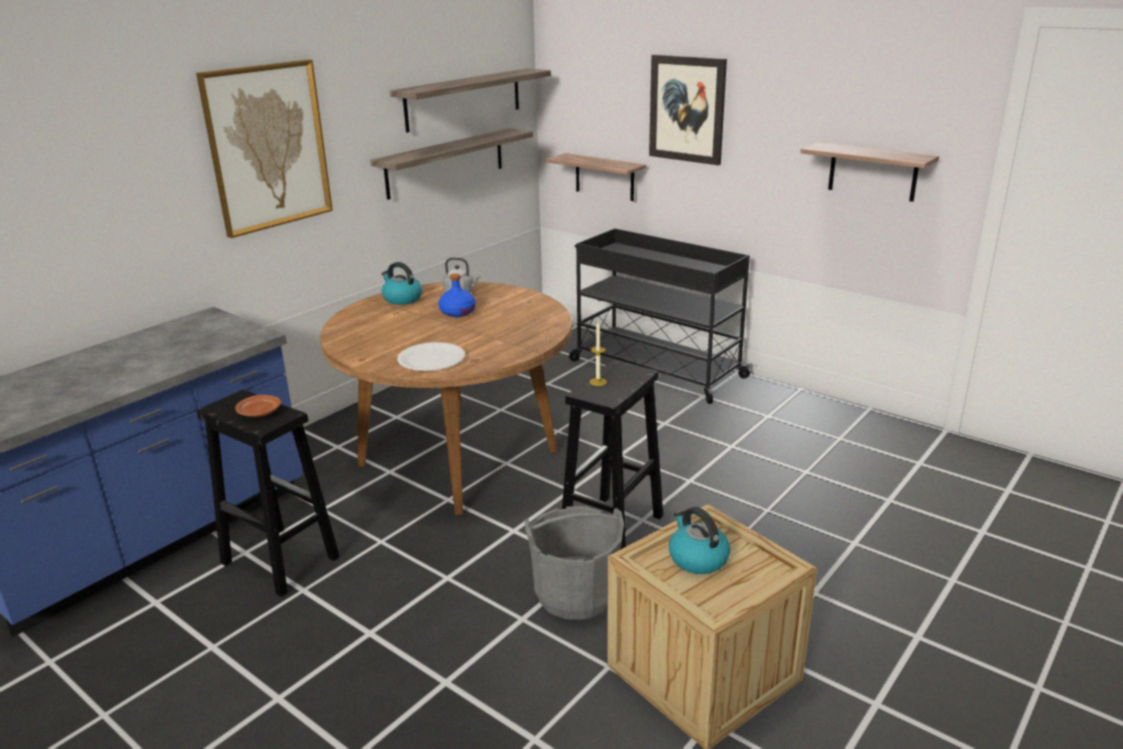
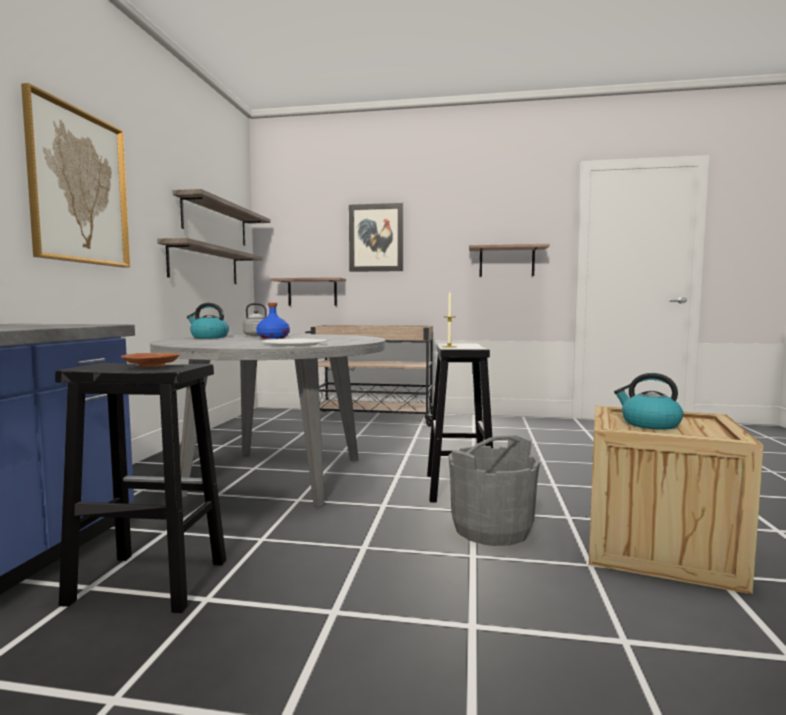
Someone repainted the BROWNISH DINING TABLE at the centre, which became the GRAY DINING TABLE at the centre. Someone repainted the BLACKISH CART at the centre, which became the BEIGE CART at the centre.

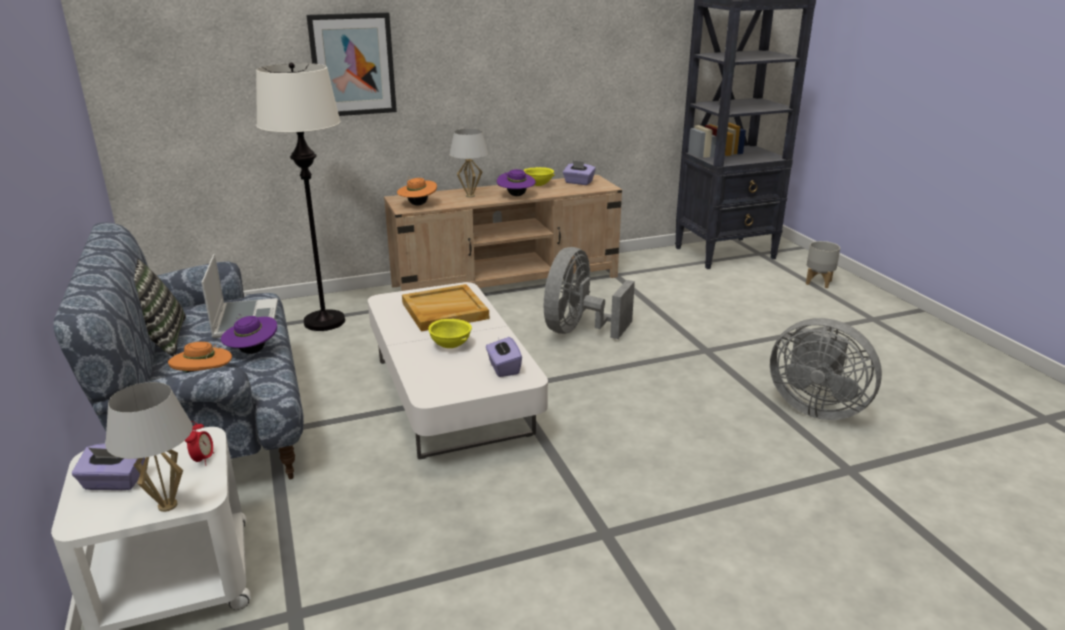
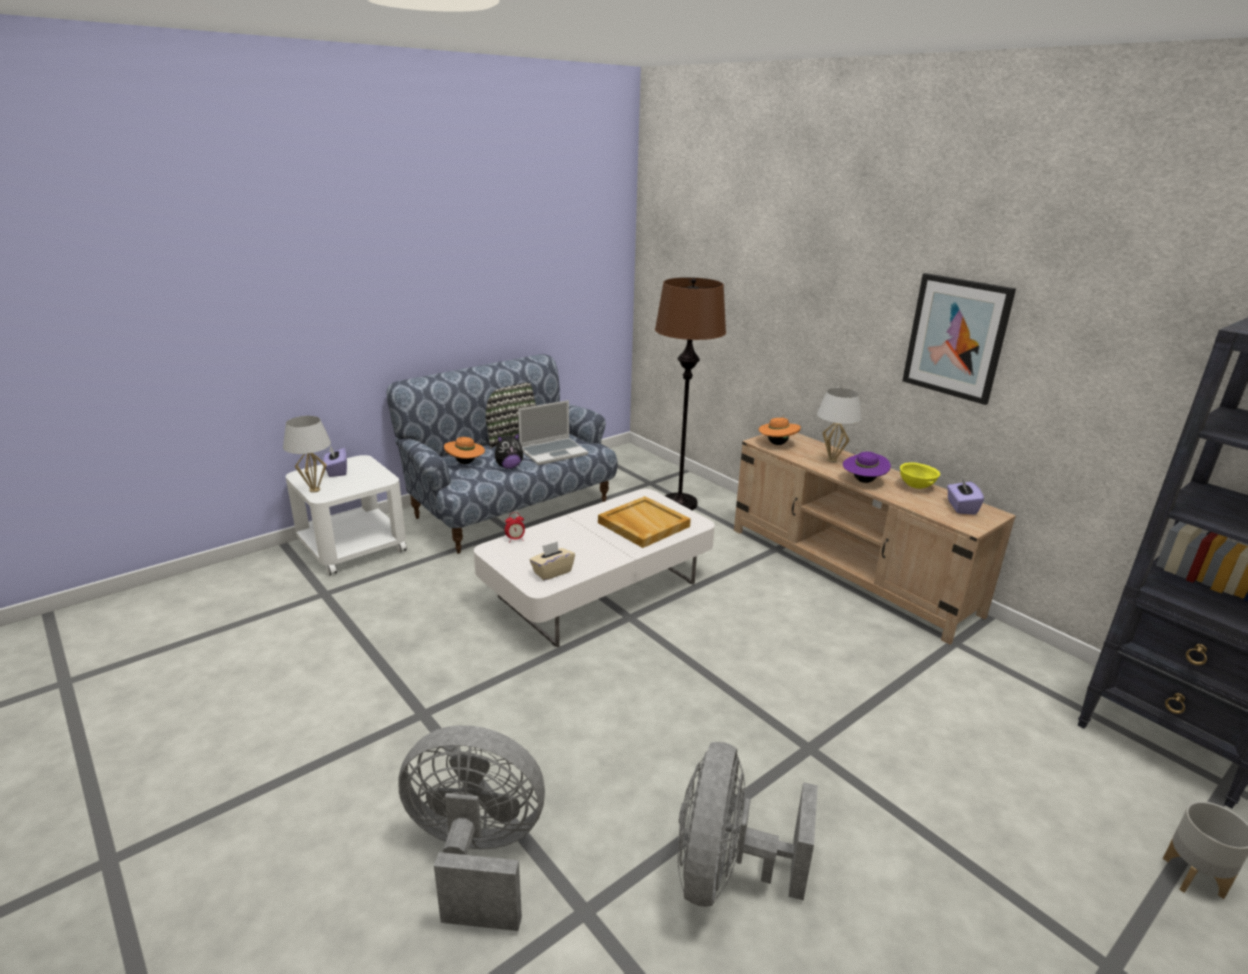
Someone carried the BEDSIDE CLOCK from the bottom left to the centre. Someone swapped the PURPLISH WEARABLE HAT (1st from left) at the middle left for the CUDDLY TOY at the centre. Someone repainted the WHITE FLOOR LAMP at the top left, which became the BROWNISH FLOOR LAMP at the centre. Someone carried the WALL PICTURE from the top left to the middle right. Someone took away the YELLOW DEEP DISH (1st from left) at the centre. Someone repainted the PURPLISH BOX OF TISSUES (2nd from left) at the centre, which became the BEIGE BOX OF TISSUES at the centre. Someone carried the GRAY ELECTRIC FAN (1st from left) from the centre to the bottom centre.

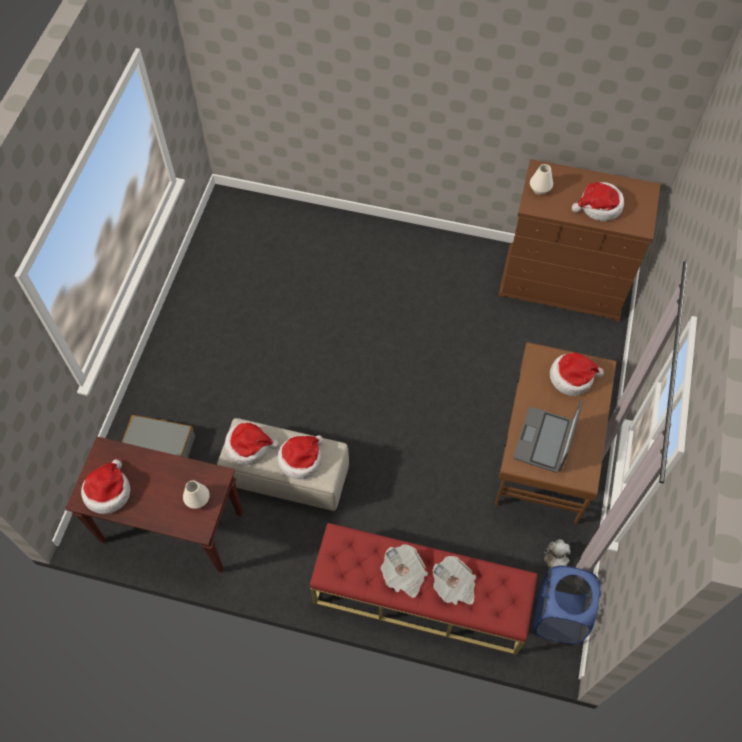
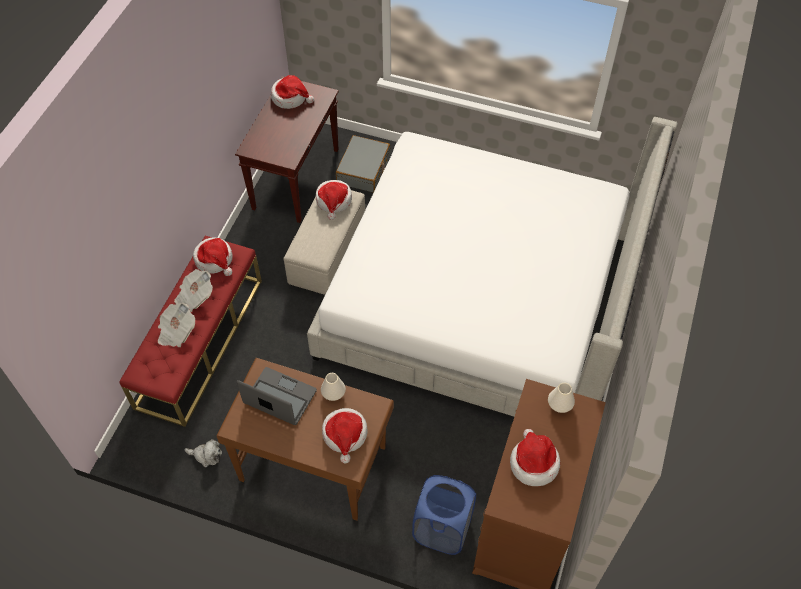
Someone carried the WHITE FLOWER VASE (1st from left) from the middle left to the centre. Someone carried the WEARABLE HAT (3rd from left in the first image) from the centre to the middle left. Someone carried the BLUE HAMPER from the bottom right to the bottom centre. Someone put down the BEDROOM BED at the centre.

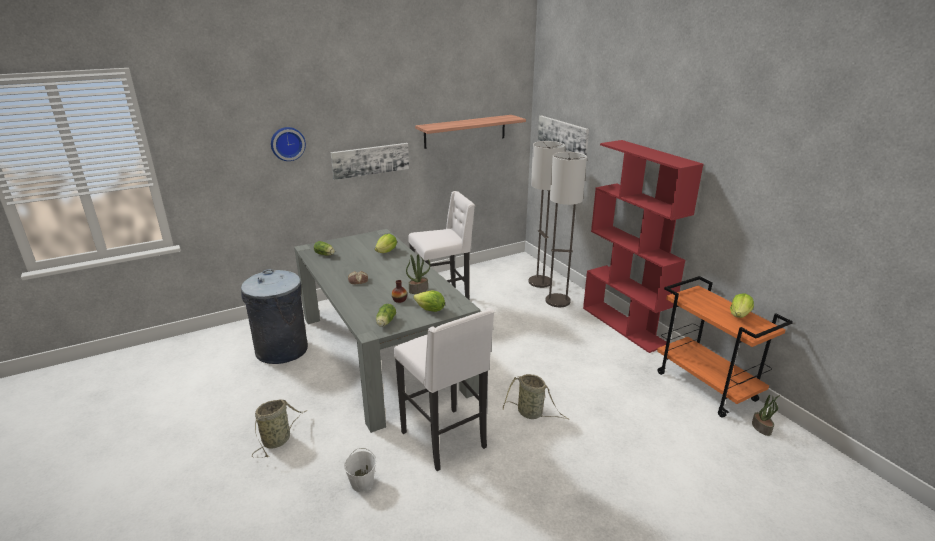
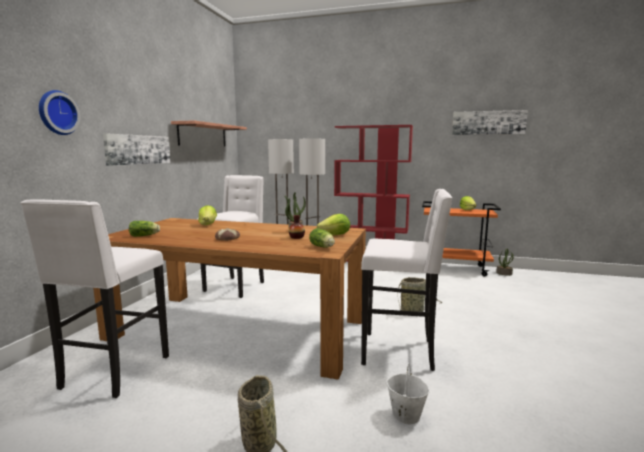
Someone swapped the GRAY WASTE BIN at the middle left for the WHITE STOOL (1st from left) at the middle left. Someone repainted the GRAY DINING TABLE at the centre, which became the BROWNISH DINING TABLE at the centre. Someone carried the WALL PICTURE (2nd from left) from the top centre to the top right.

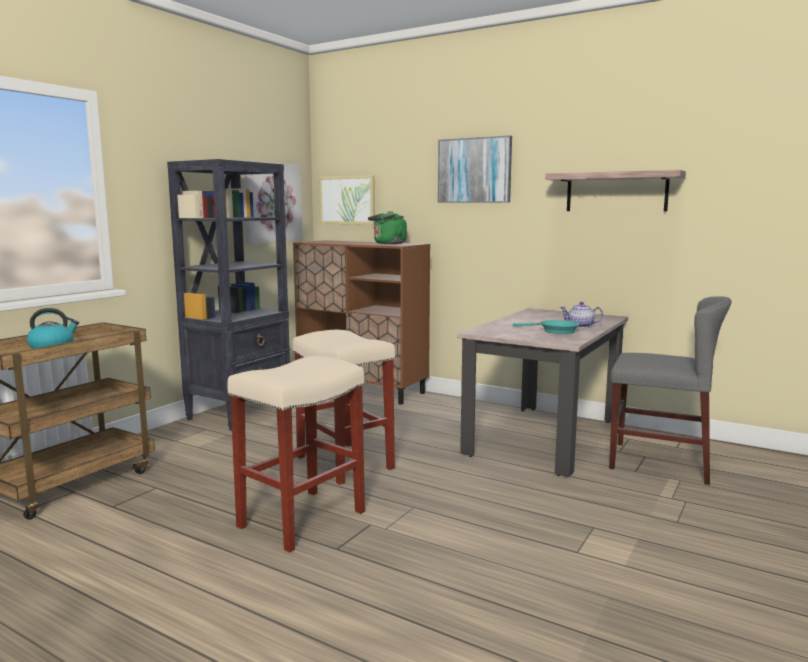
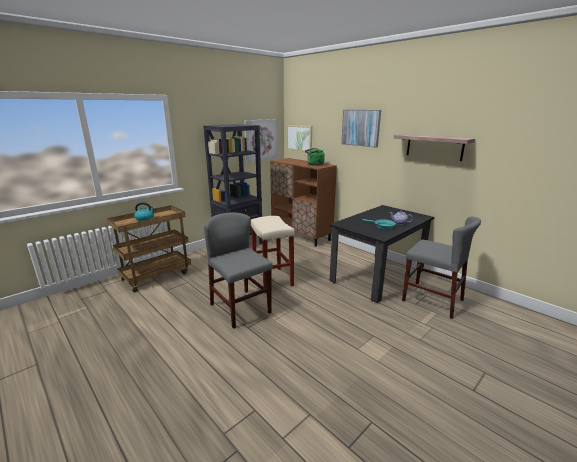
Someone swapped the BEIGE STOOL (1st from left) at the bottom centre for the GRAY UPRIGHT CHAIR (1st from left) at the centre. Someone repainted the BEIGE DINING TABLE at the middle right, which became the BLACKISH DINING TABLE at the centre.

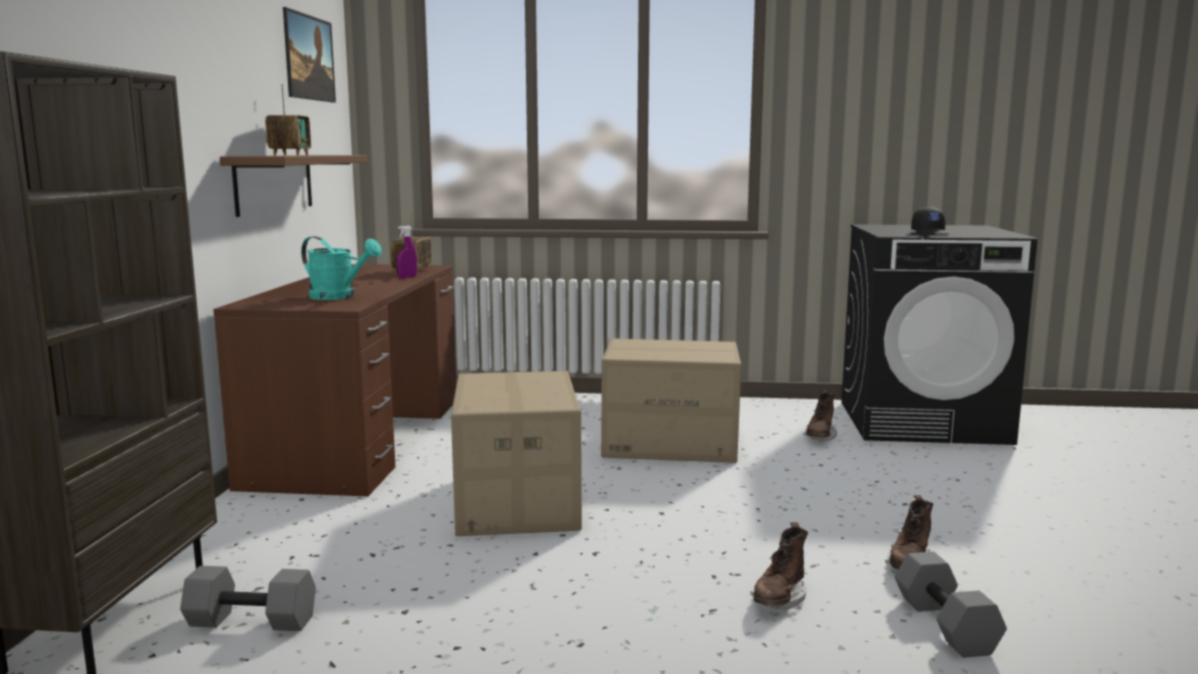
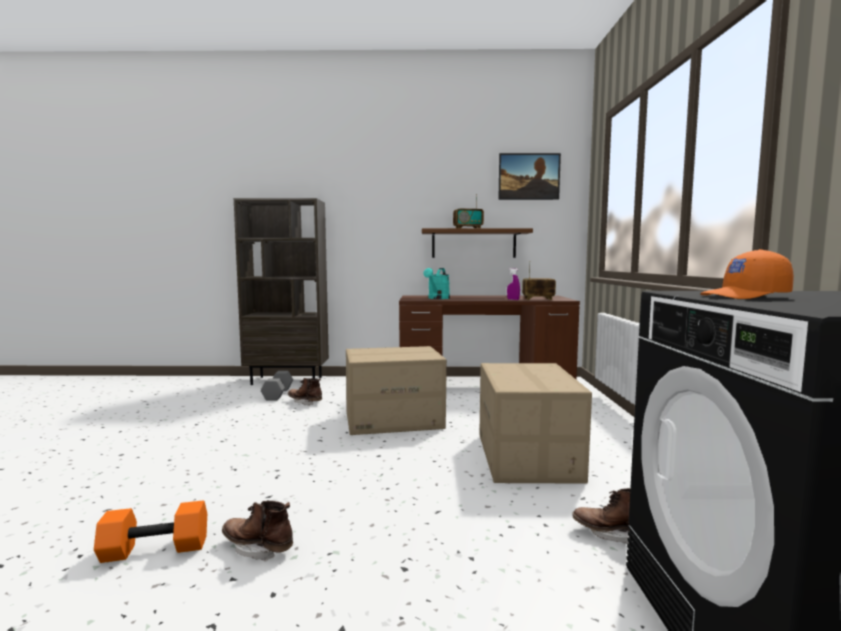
Someone carried the BROWNISH BOOT (1st from left in the first image) from the bottom centre to the centre. Someone repainted the GRAY HAND WEIGHT (2nd from left) at the bottom right, which became the ORANGE HAND WEIGHT at the bottom left. Someone repainted the BLACKISH PEAKED CAP at the top right, which became the ORANGE PEAKED CAP at the middle right.

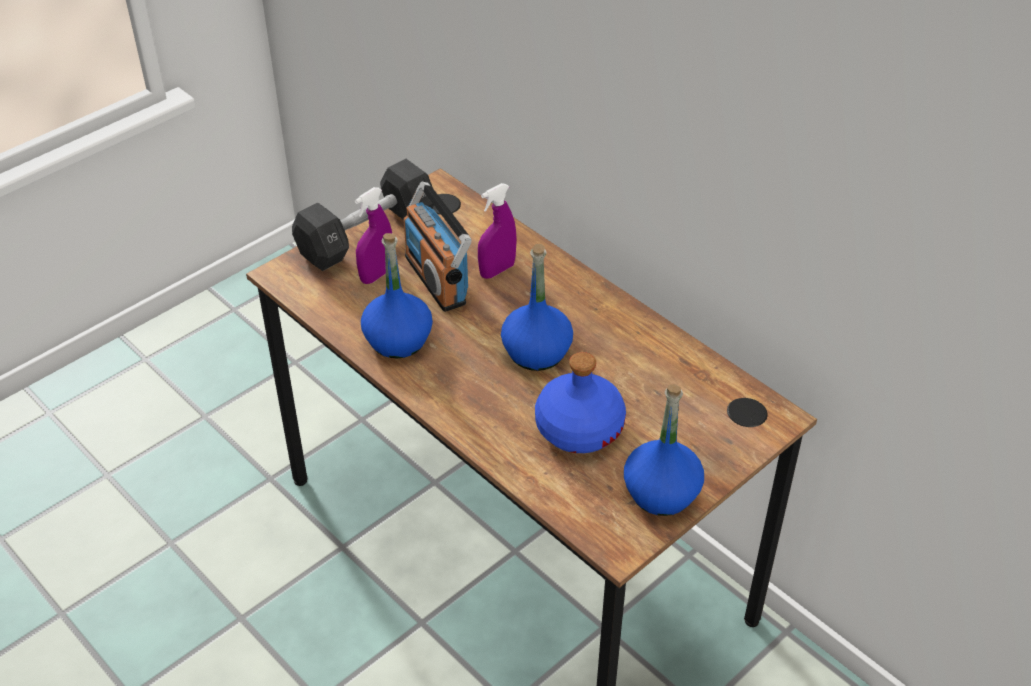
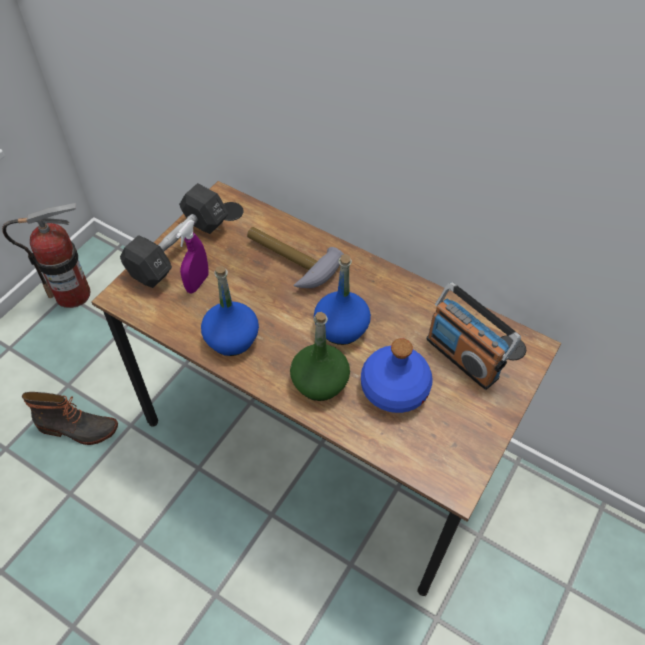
Someone carried the RADIO SET from the centre to the middle right. Someone swapped the PURPLISH SPRAYER (2nd from left) at the centre for the HAND HAMMER at the centre. Someone took away the BLUE BOTTLE (4th from left) at the centre. Someone put down the EXTINGUISHER at the middle left. Someone put down the BOOT at the middle left. Someone put down the GREEN BOTTLE at the centre.

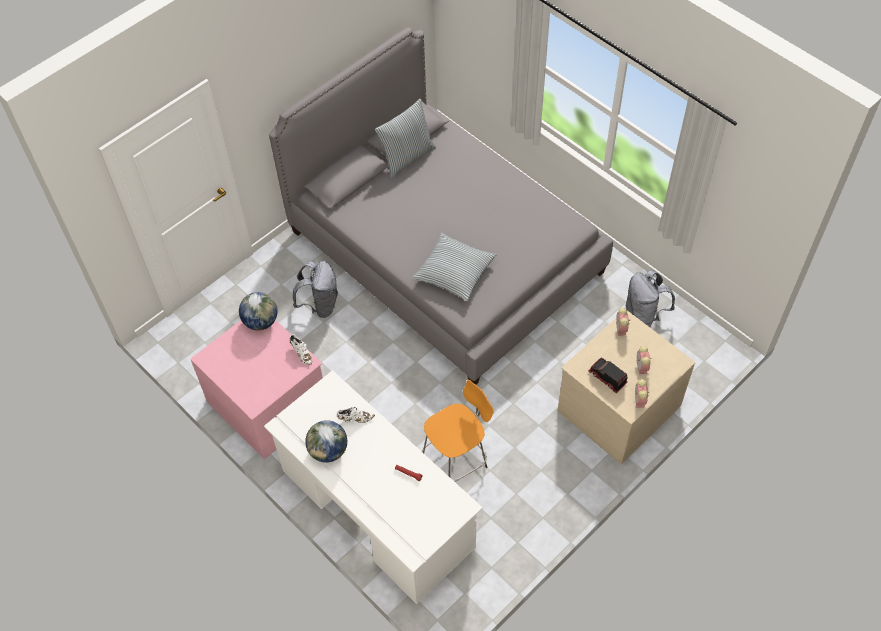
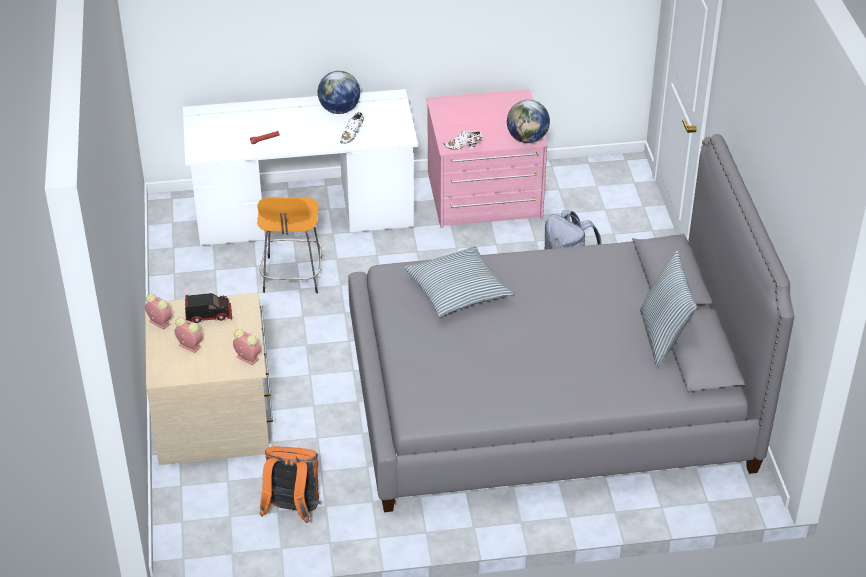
Someone repainted the GRAY BACKPACK (2nd from left) at the middle right, which became the ORANGE BACKPACK at the bottom centre.

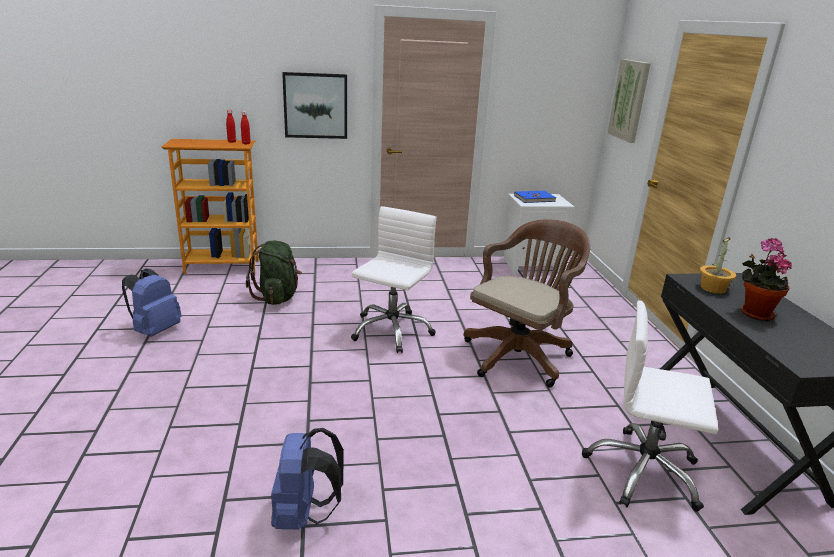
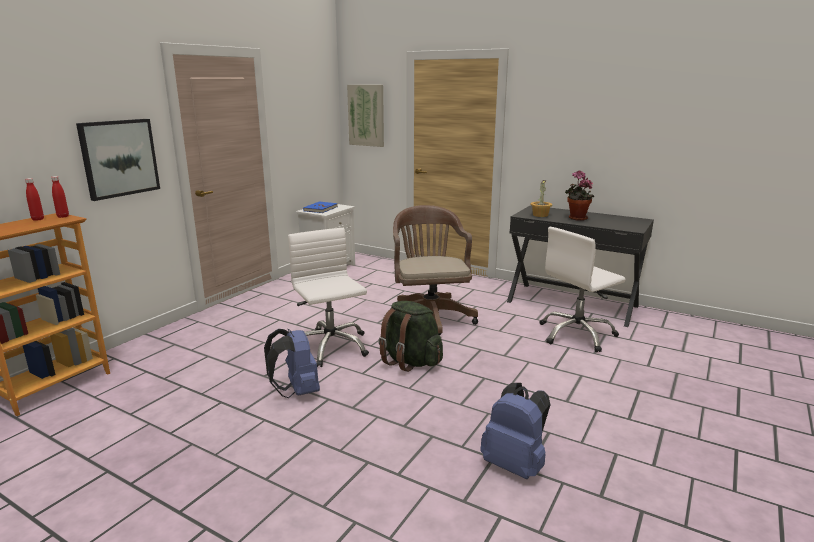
Someone carried the BLUE BACKPACK (1st from left) from the middle left to the bottom centre. Someone carried the GREEN BACKPACK from the middle left to the centre.

